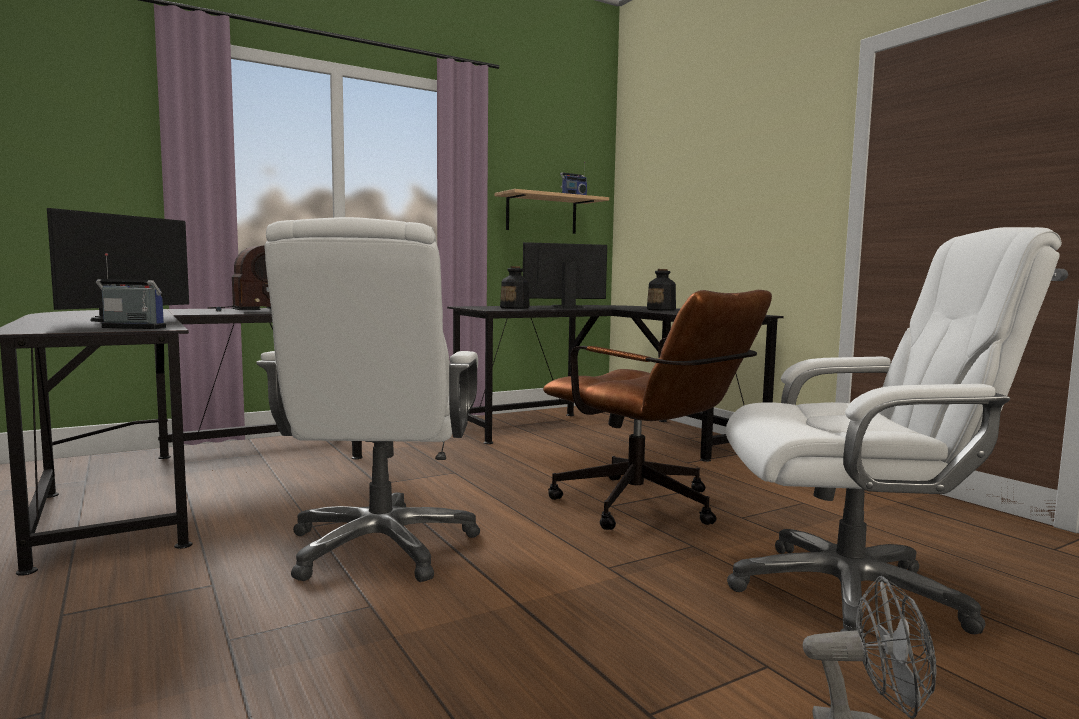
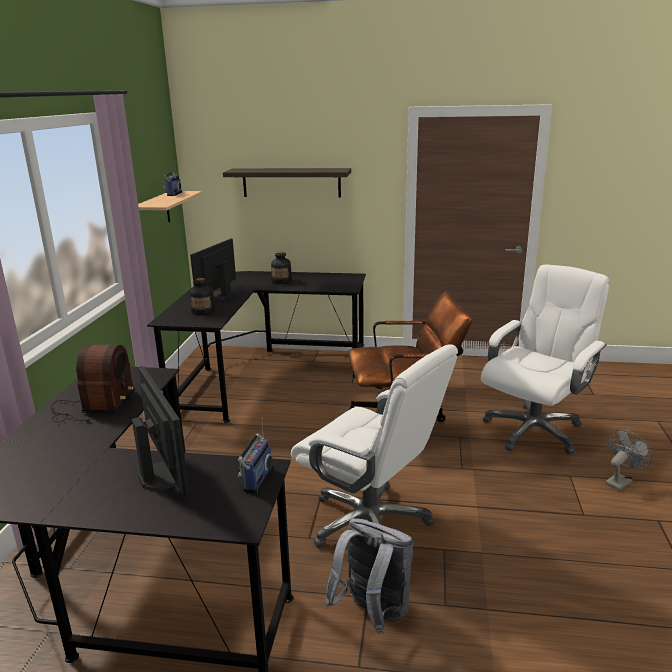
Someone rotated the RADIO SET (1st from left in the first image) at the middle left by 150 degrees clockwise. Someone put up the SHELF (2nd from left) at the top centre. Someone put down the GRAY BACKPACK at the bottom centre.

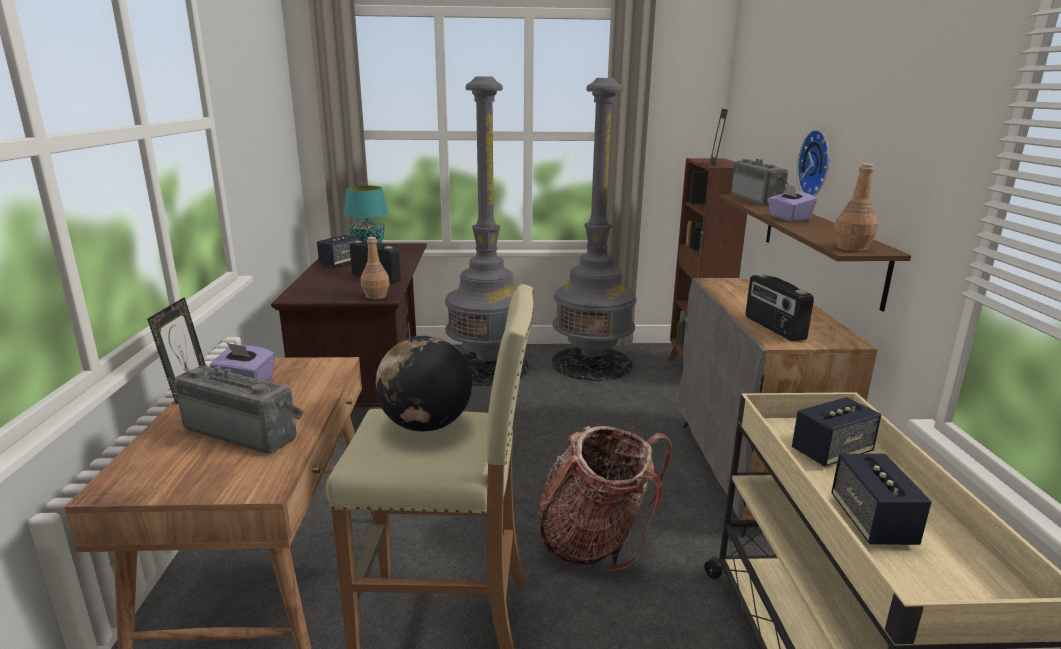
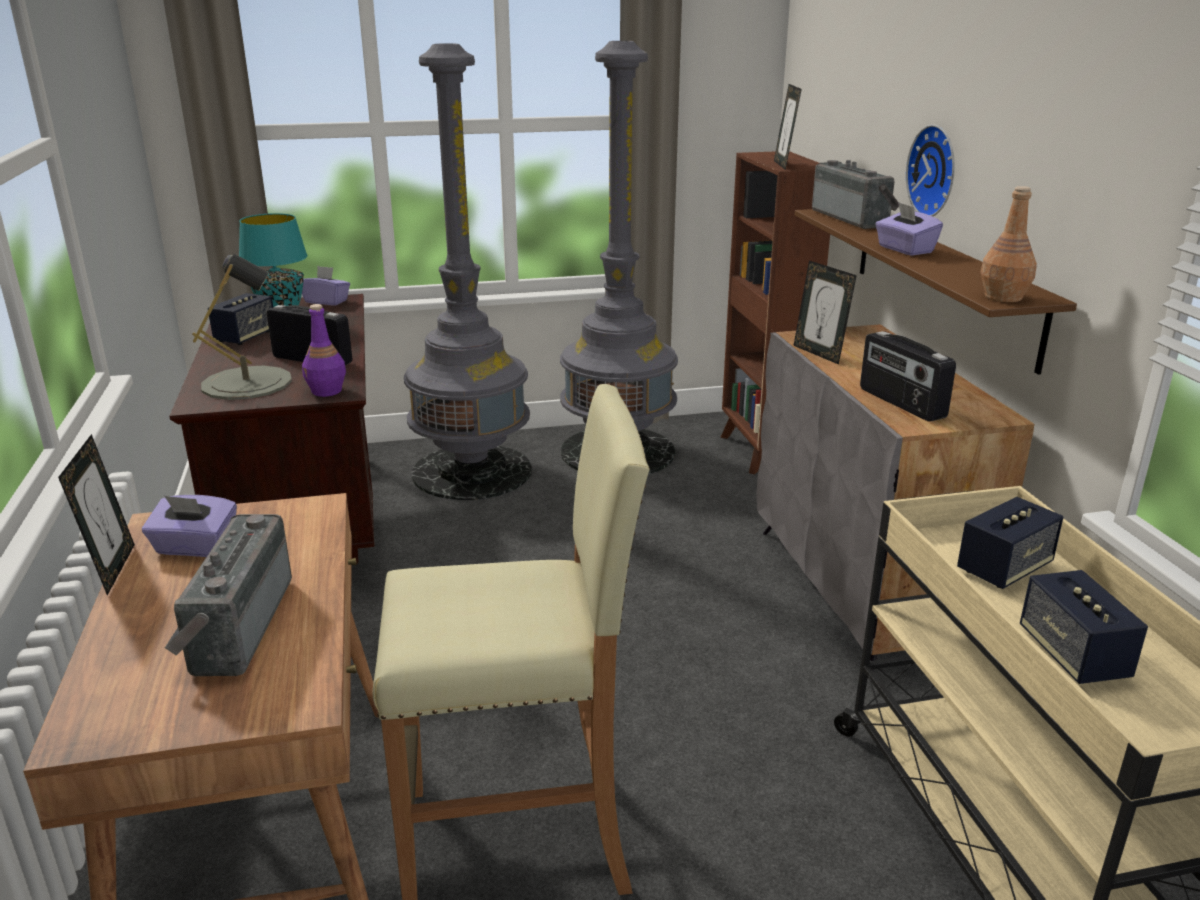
Someone rotated the RADIO SET (1st from left) at the middle left by 105 degrees counterclockwise. Someone repainted the BROWNISH BOTTLE (1st from left) at the centre, which became the PURPLISH BOTTLE at the middle left. Someone took away the WORLD GLOBE at the centre. Someone took away the BACKPACK at the bottom centre. Someone put down the GRAY LAMP FOR A TABLE at the middle left. Someone put down the PURPLISH BOX OF TISSUES (2nd from left) at the top left. Someone put down the PICTURE FRAME (3rd from left) at the middle right.

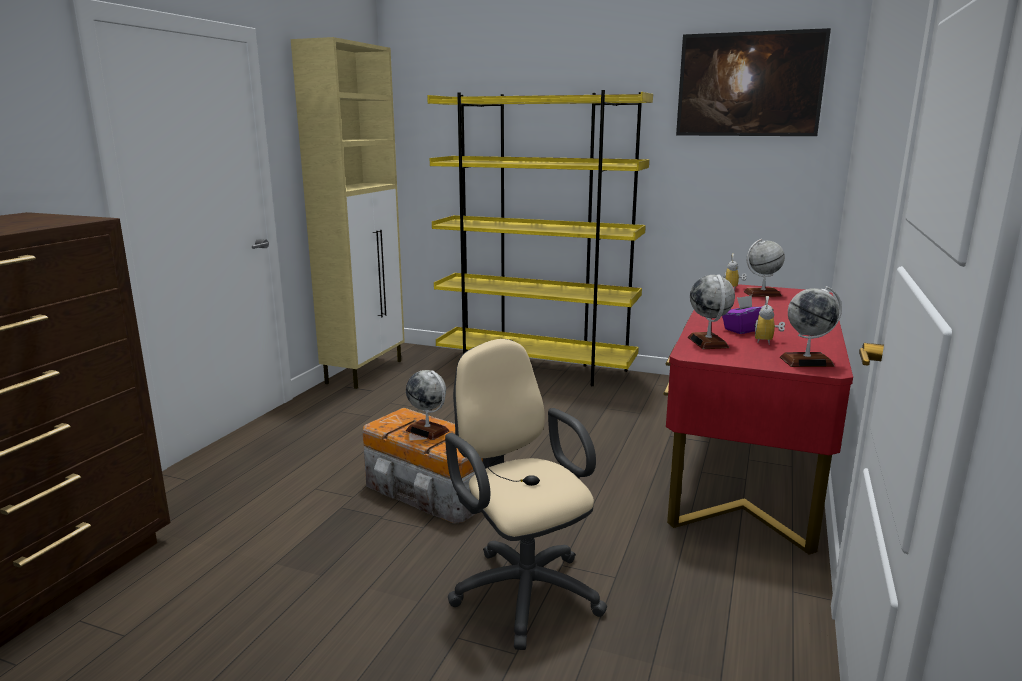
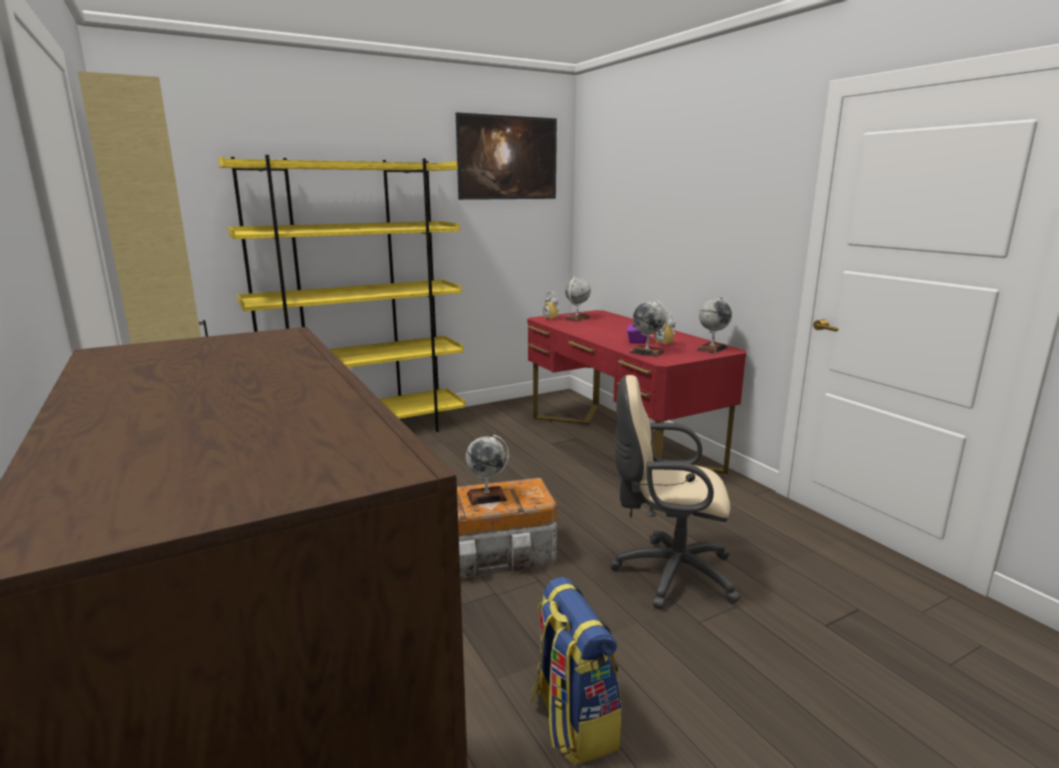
Someone put down the BACKPACK at the bottom centre.

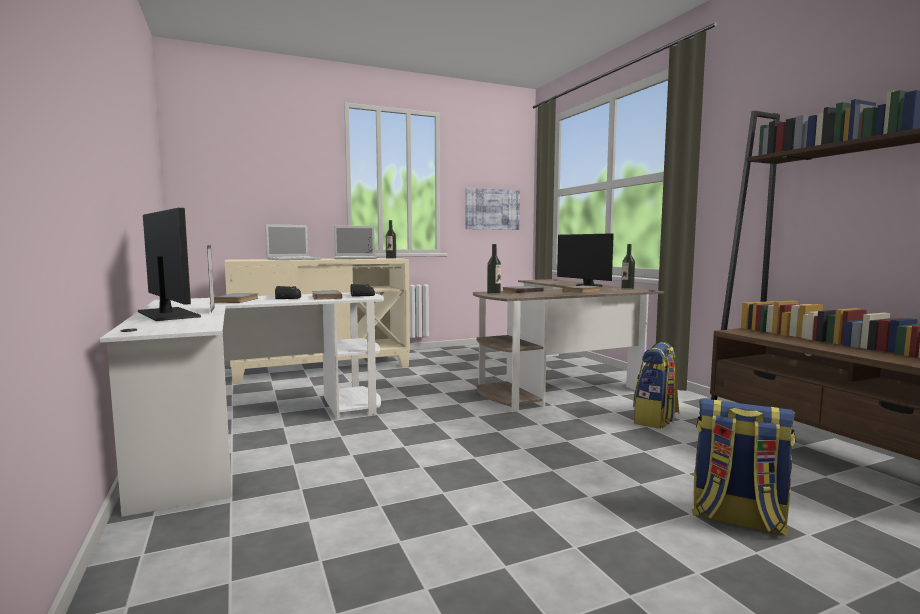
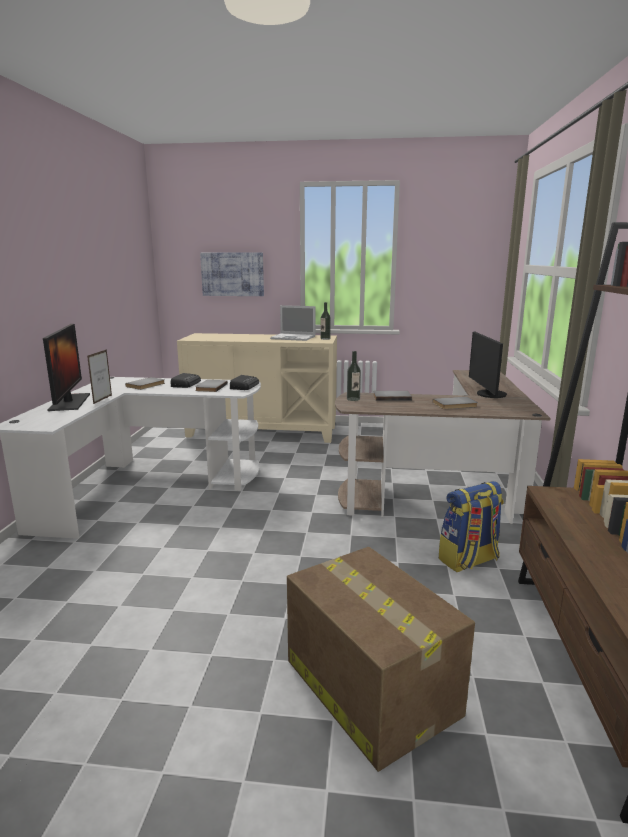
Someone took away the NOTEBOOK COMPUTER (1st from left) at the middle left. Someone carried the WALL PICTURE from the centre to the top centre. Someone took away the BOTTLE (3rd from left) at the middle right. Someone swapped the BACKPACK (2nd from left) at the bottom right for the CARTON at the bottom centre.

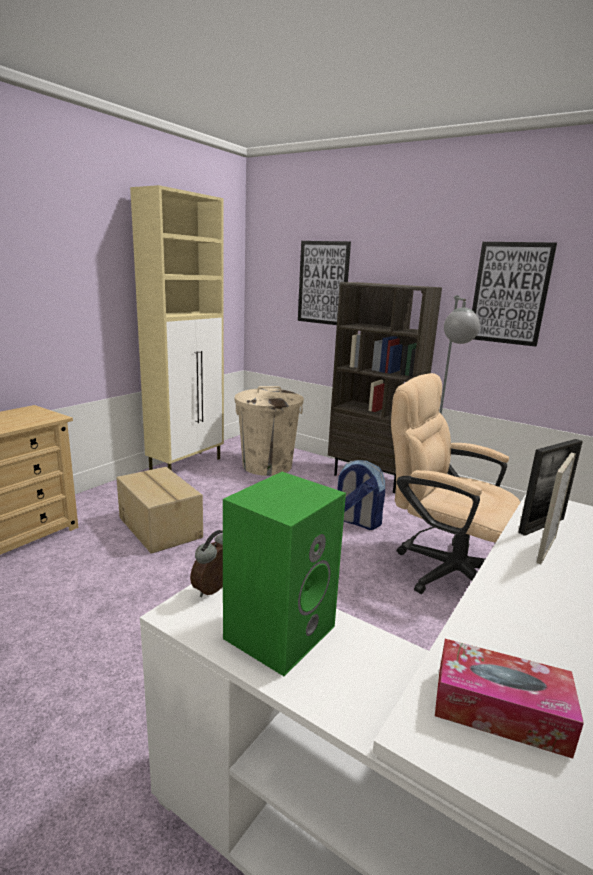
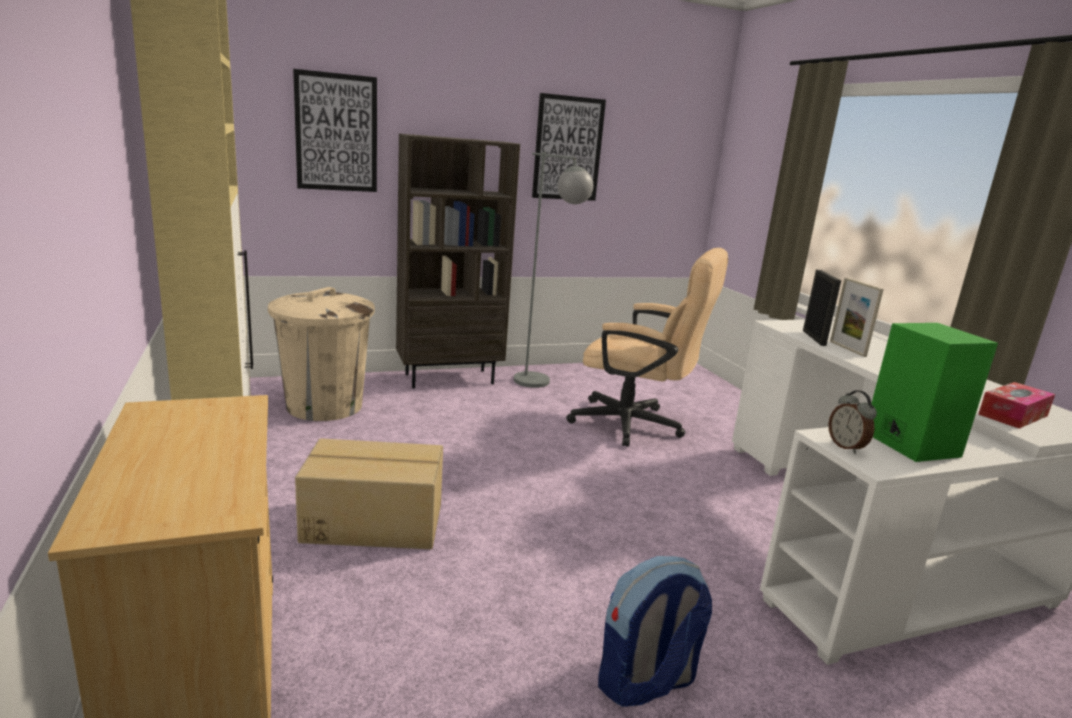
Someone carried the BACKPACK from the centre to the bottom centre. Someone rotated the BEIGE OFFICE CHAIR at the middle right by 135 degrees counterclockwise.

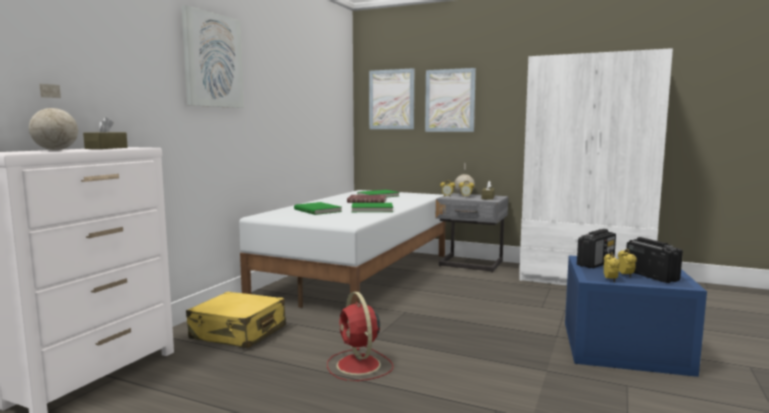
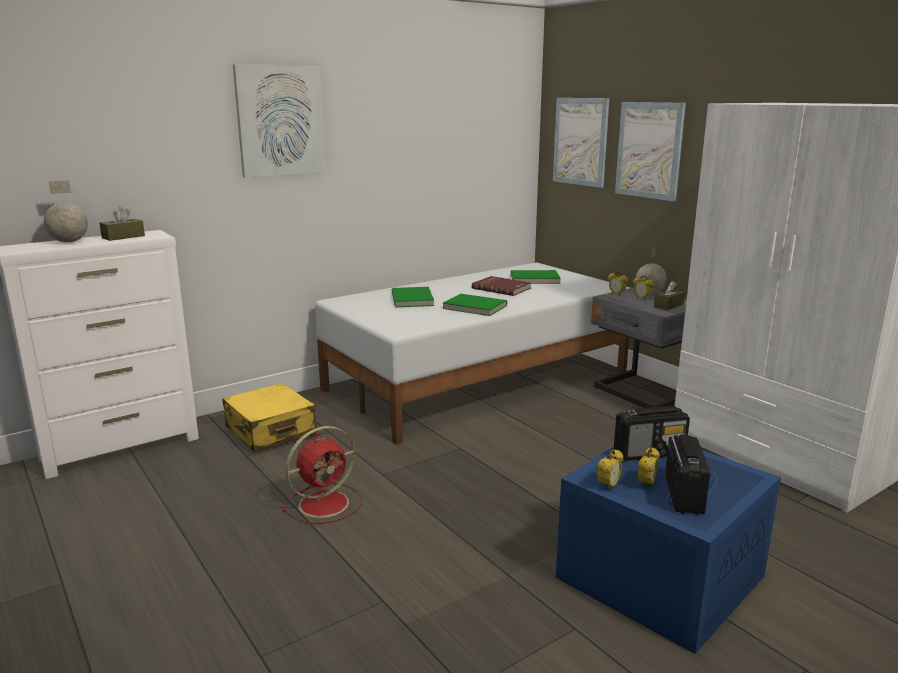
Someone rotated the REDDISH ELECTRIC FAN at the bottom centre by 135 degrees counterclockwise.

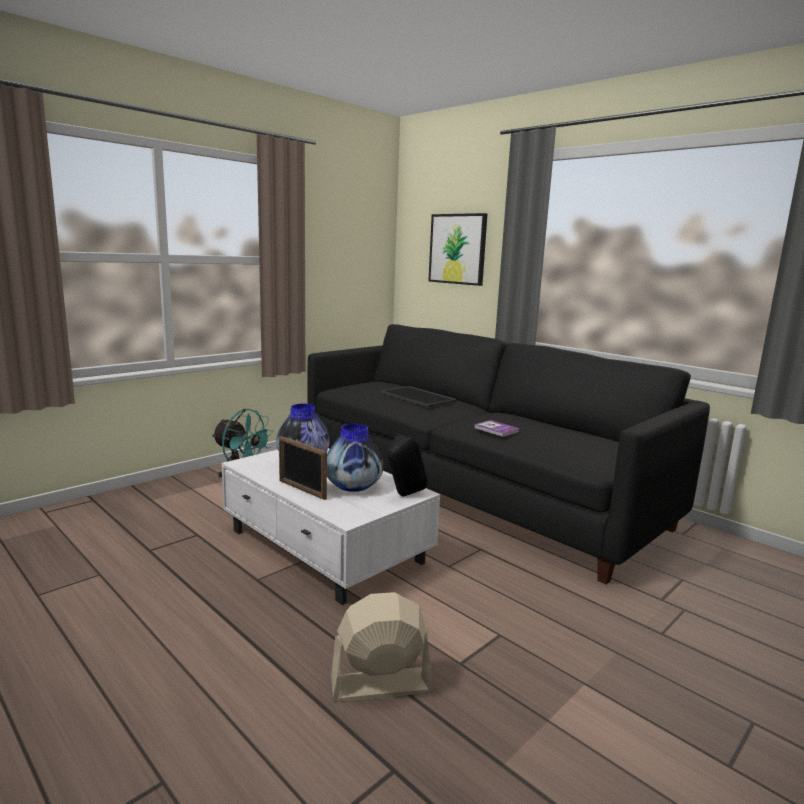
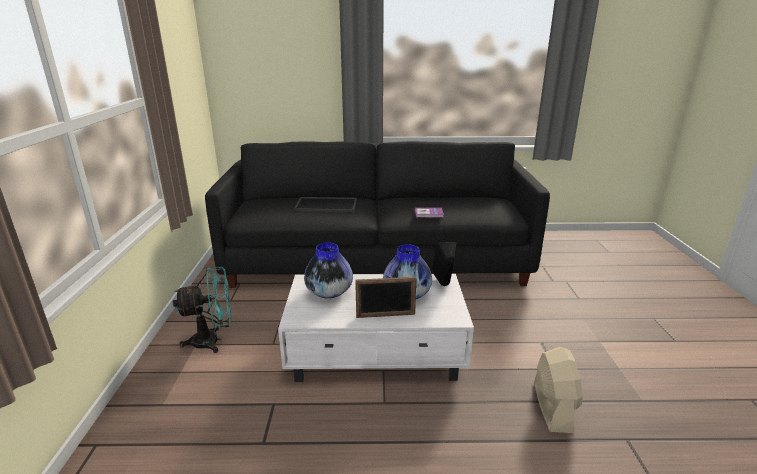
Someone rotated the BEIGE ELECTRIC FAN at the bottom centre by 150 degrees clockwise. Someone took away the WALL PICTURE at the top centre.

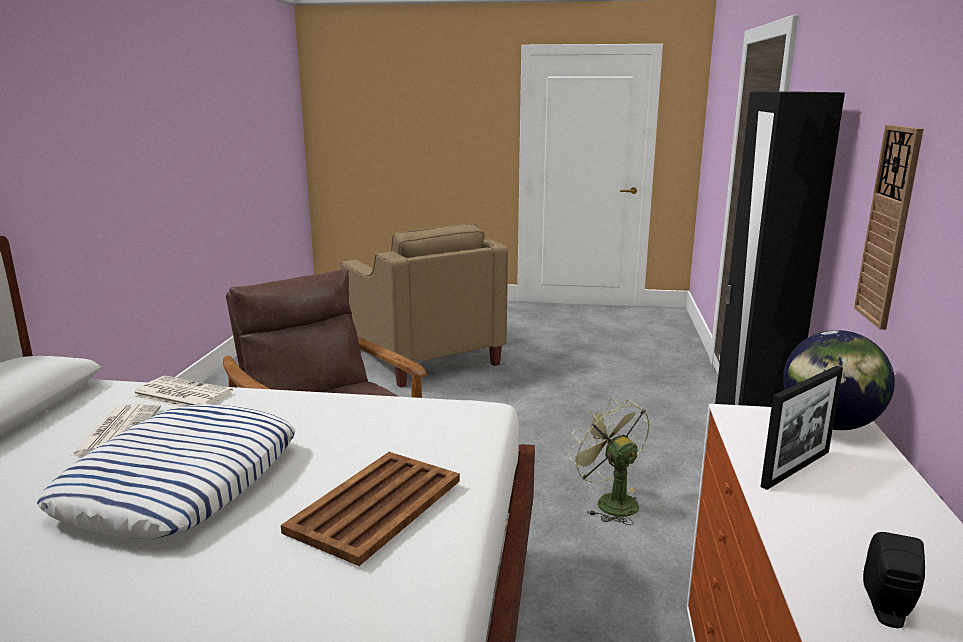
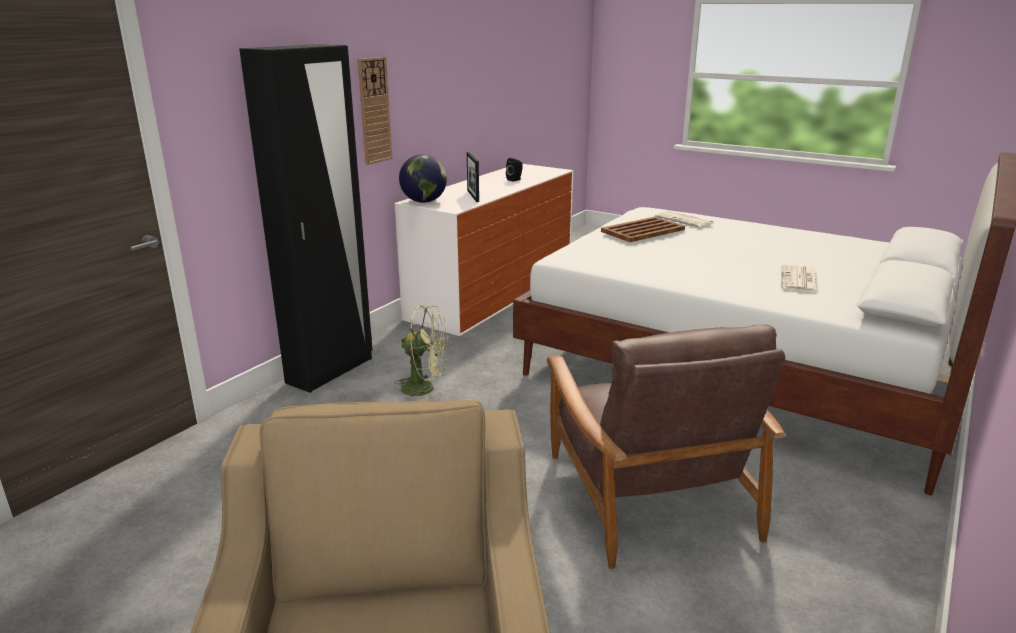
Someone took away the CUSHION at the bottom left. Someone carried the NEWSPAPER (2nd from left in the first image) from the middle left to the middle right. Someone rotated the GREEN ELECTRIC FAN at the bottom centre by 75 degrees counterclockwise. Someone rotated the PICTURE FRAME at the bottom right by 90 degrees counterclockwise.

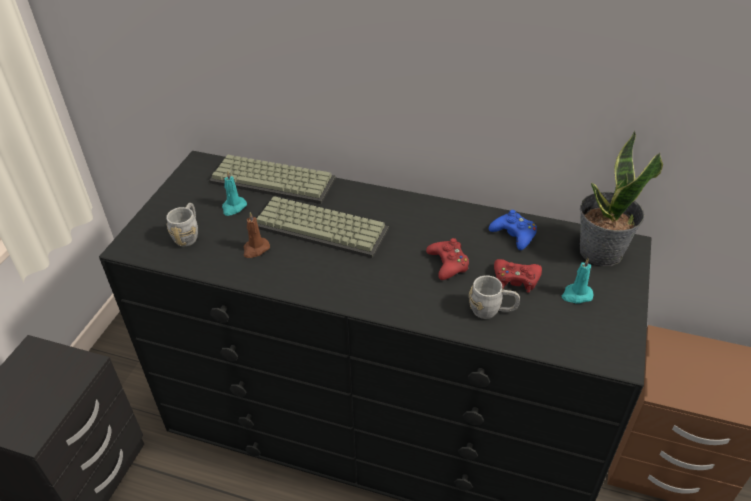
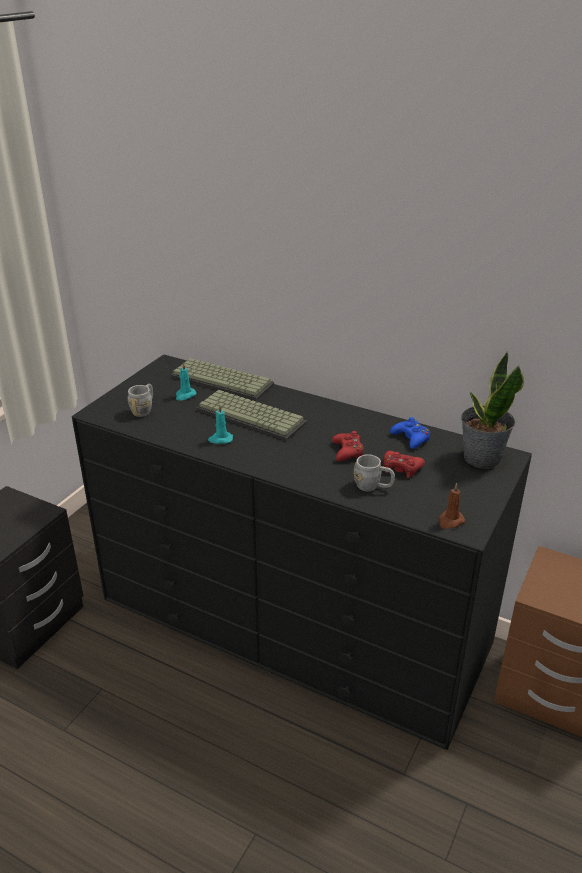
Someone carried the BROWNISH WAX CANDLE from the centre to the middle right. Someone carried the TURQUOISE WAX CANDLE (2nd from left) from the middle right to the centre.

